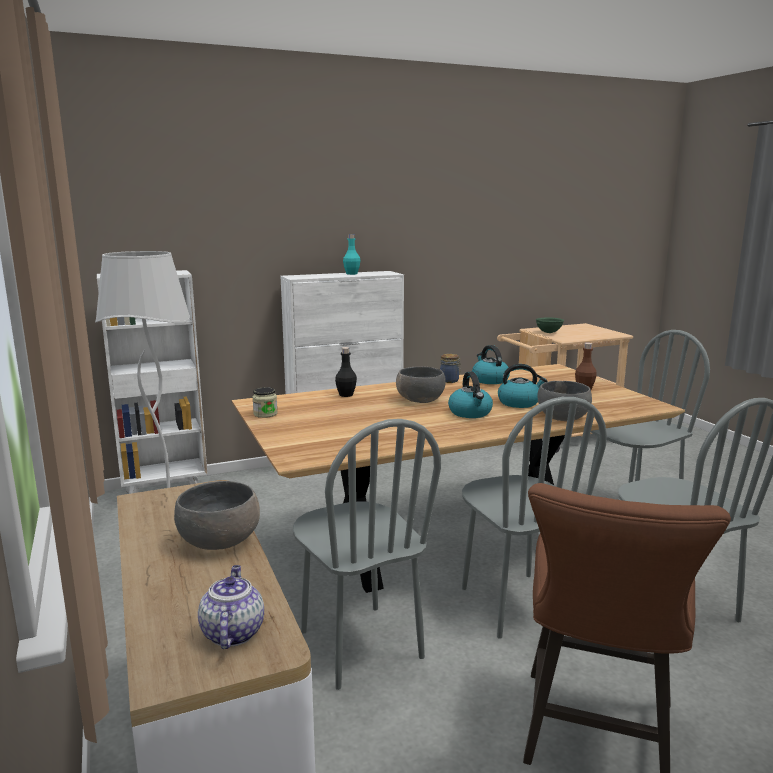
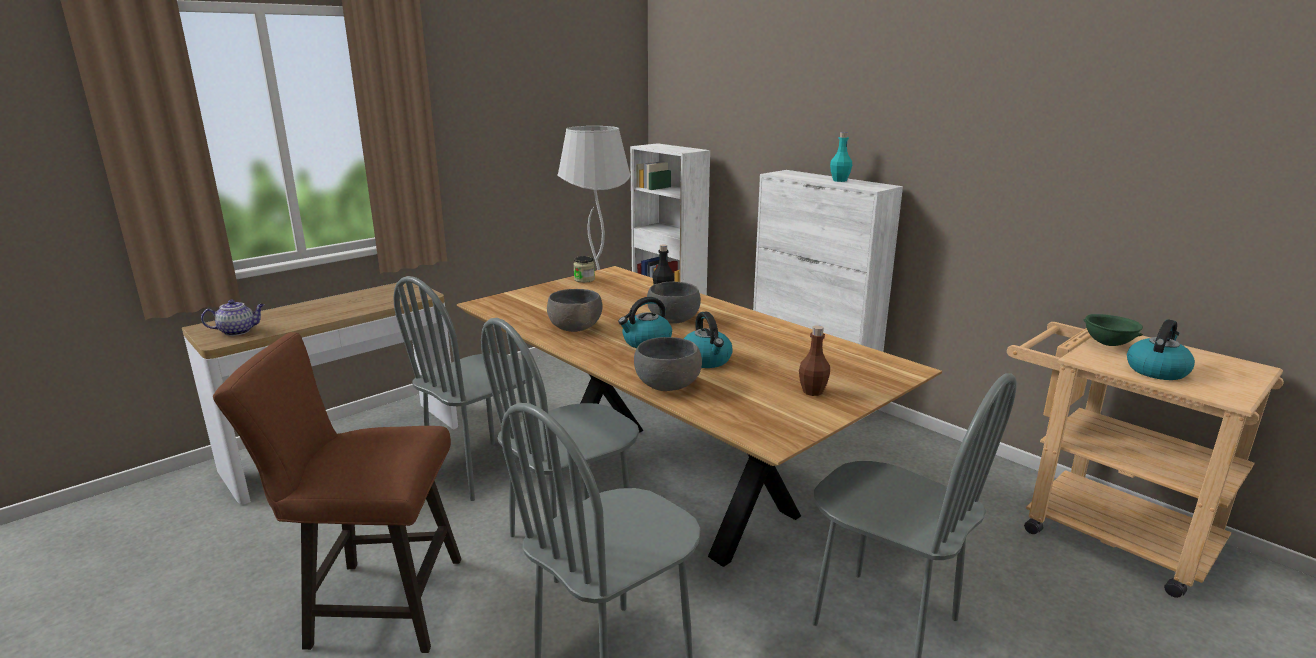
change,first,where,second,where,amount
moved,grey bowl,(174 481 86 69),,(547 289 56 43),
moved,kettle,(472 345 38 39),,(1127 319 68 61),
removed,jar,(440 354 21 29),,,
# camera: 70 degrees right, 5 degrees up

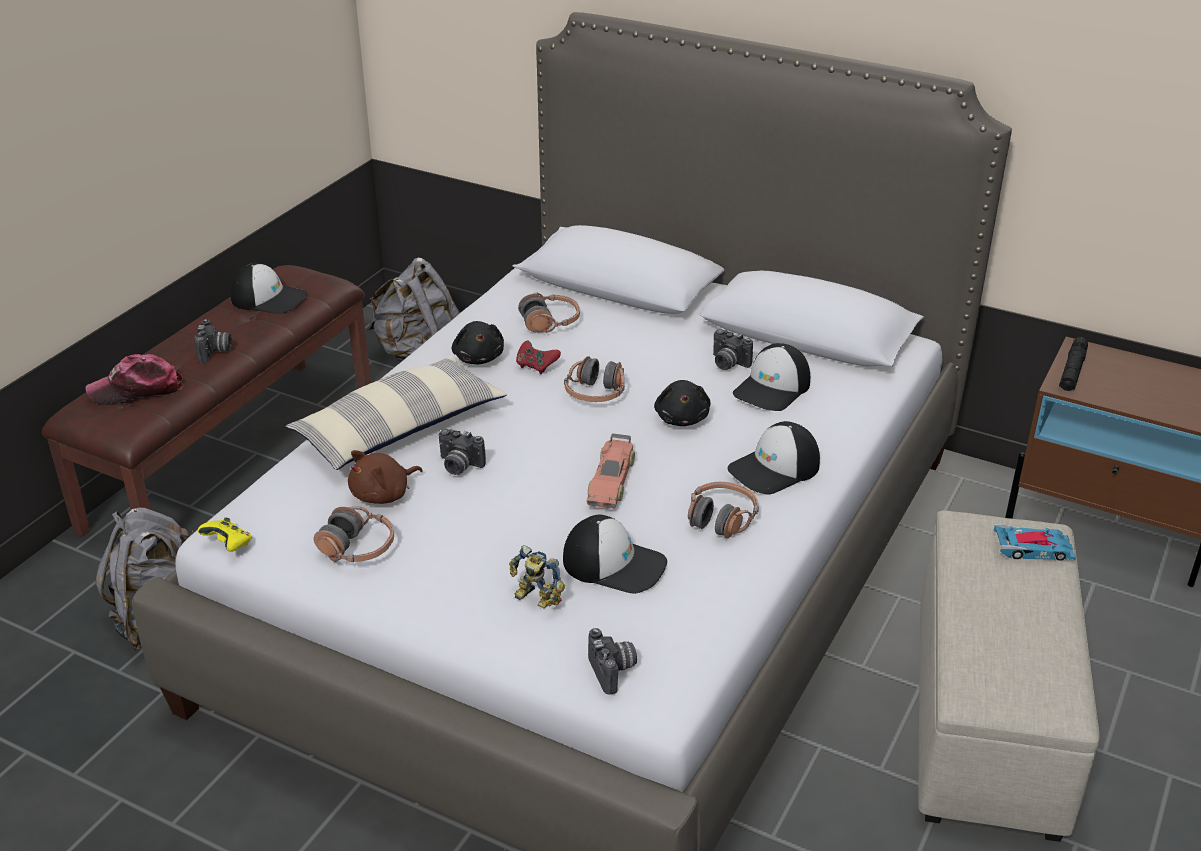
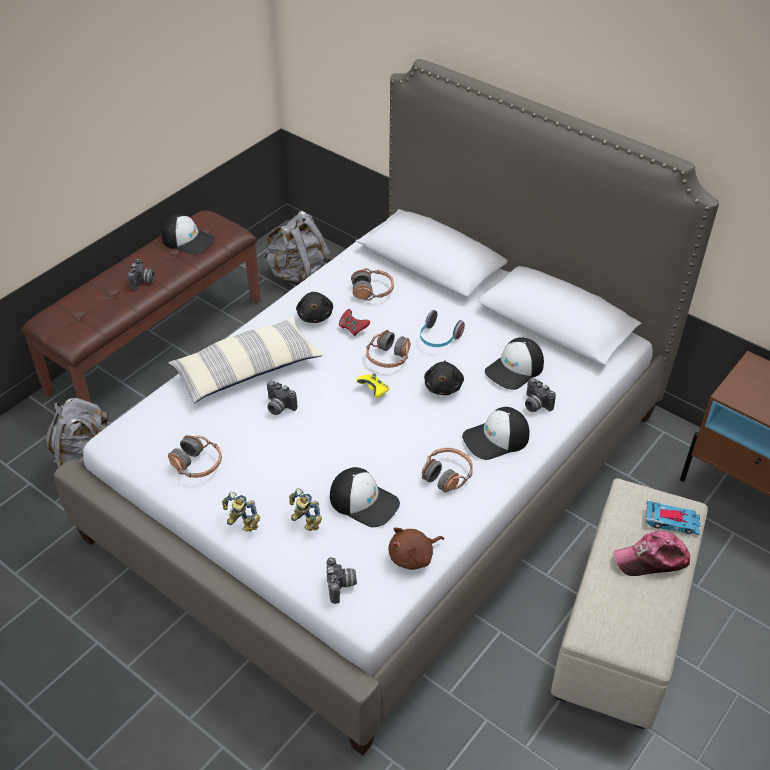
change,first,where,second,where,amount
added,,,toy robot,(222 491 38 41),
moved,yellow game controller,(197 517 55 35),,(356 373 33 25),
moved,brown plush toy,(348 450 75 54),,(388 527 56 43),
added,,,headphones,(420 310 45 37),
moved,photo camera,(713 329 40 41),,(525 378 31 34),
moved,cap,(86 354 98 51),,(613 531 77 45),
removed,toy car,(587 433 48 76),,,
removed,black flashlight,(1059 337 29 54),,,
# camera: 10 degrees right, 10 degrees up

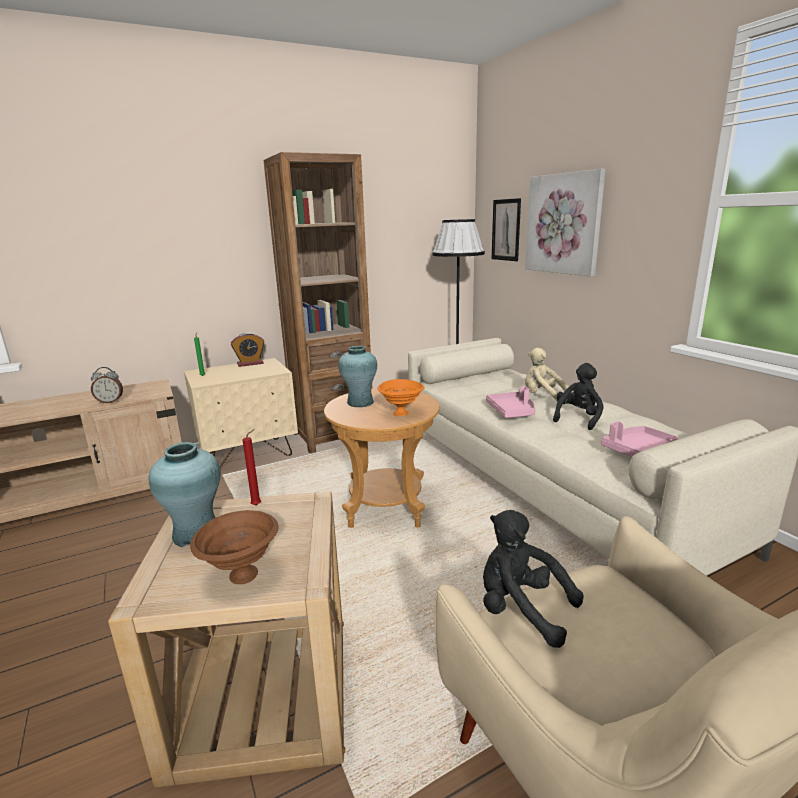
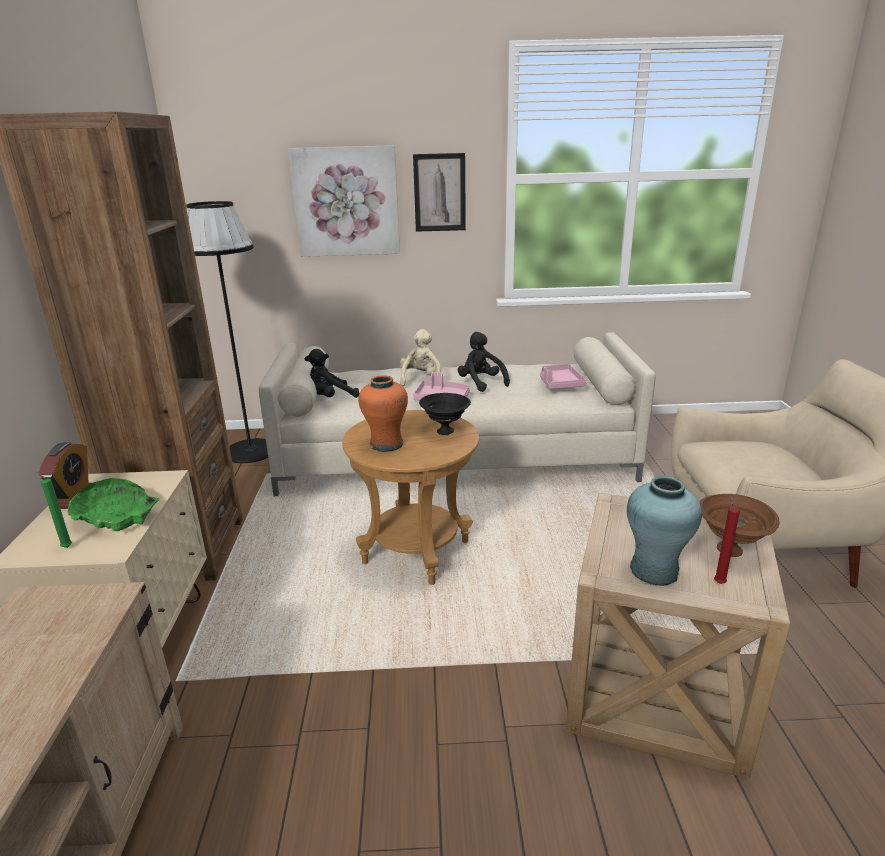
change,first,where,second,where,amount
added,,,green bowl,(67 478 93 53),
moved,black plush toy,(483 510 101 138),,(305 349 54 49),
recoloured,turquoise vase,(338 346 39 61),orange vase,(359 376 49 76),
turned,beige plush toy,(525 348 44 54),,(400 329 41 57),135 degrees clockwise
moved,picture,(492 198 29 63),,(413 153 53 79),
recoloured,orange bowl,(378 379 47 37),black bowl,(419 393 52 42),
moved,red candle,(243 429 18 77),,(714 495 26 89),
removed,alarm clock,(91 367 32 37),,,
# camera: 65 degrees left, 5 degrees up

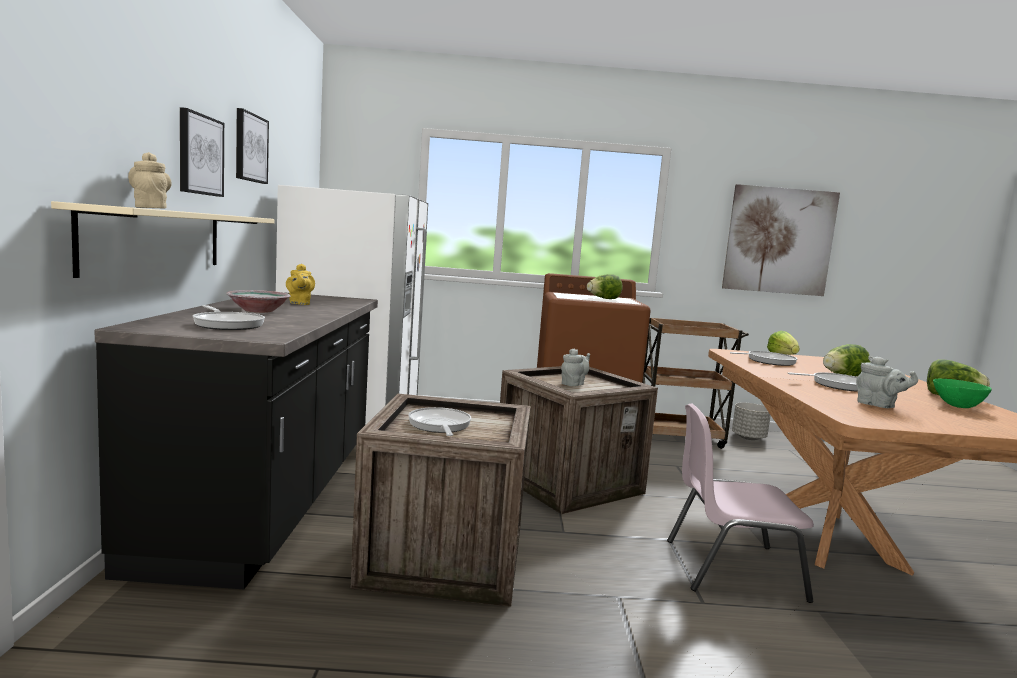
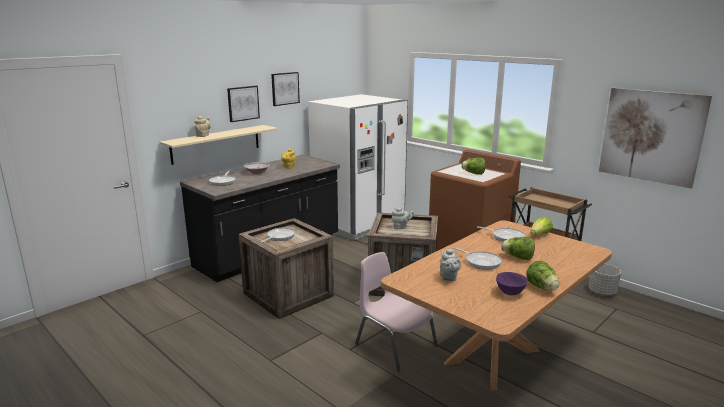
change,first,where,second,where,amount
recoloured,green bowl,(933 379 59 29),purple bowl,(496 272 32 23),
# camera: 45 degrees right, 10 degrees up

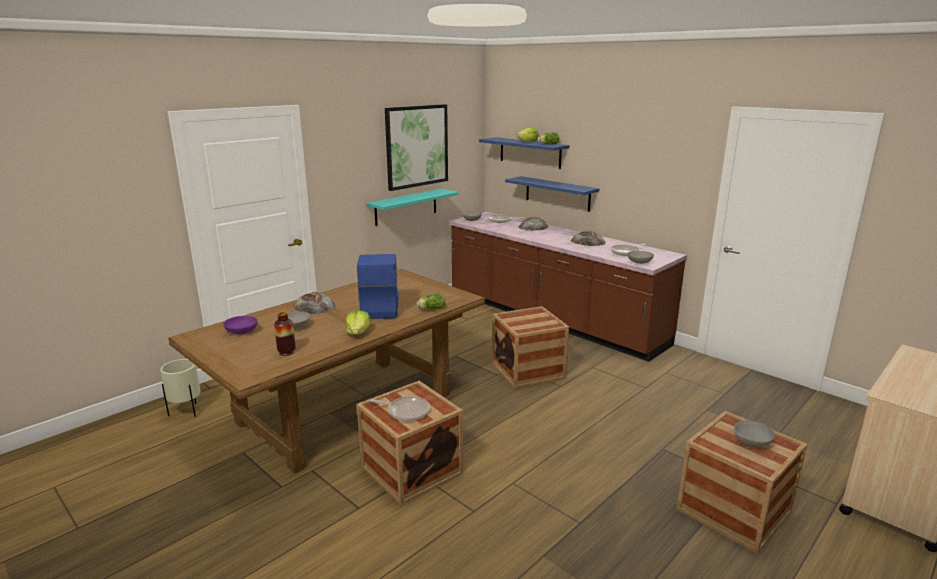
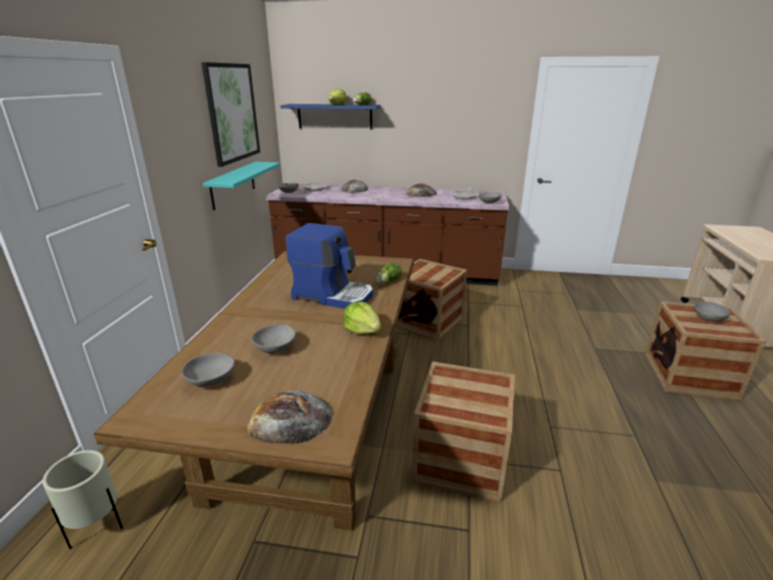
change,first,where,second,where,amount
recoloured,purple bowl,(223 316 35 18),grey bowl,(182 353 53 34),
moved,bread,(293 292 43 22),,(247 391 85 53),
turned,coffee machine,(357 254 42 65),,(285 223 88 86),150 degrees clockwise
removed,vase,(274 312 22 44),,,
removed,frying pan,(369 396 61 25),,,
removed,blue shelf,(505 176 94 36),,,
# camera: 35 degrees left, 5 degrees up

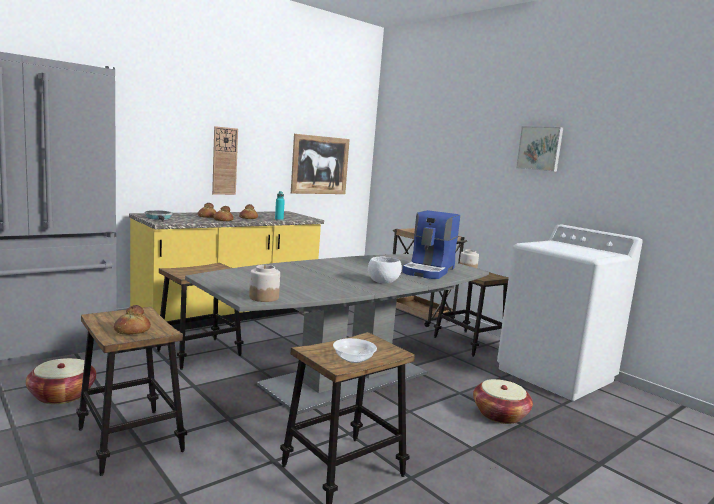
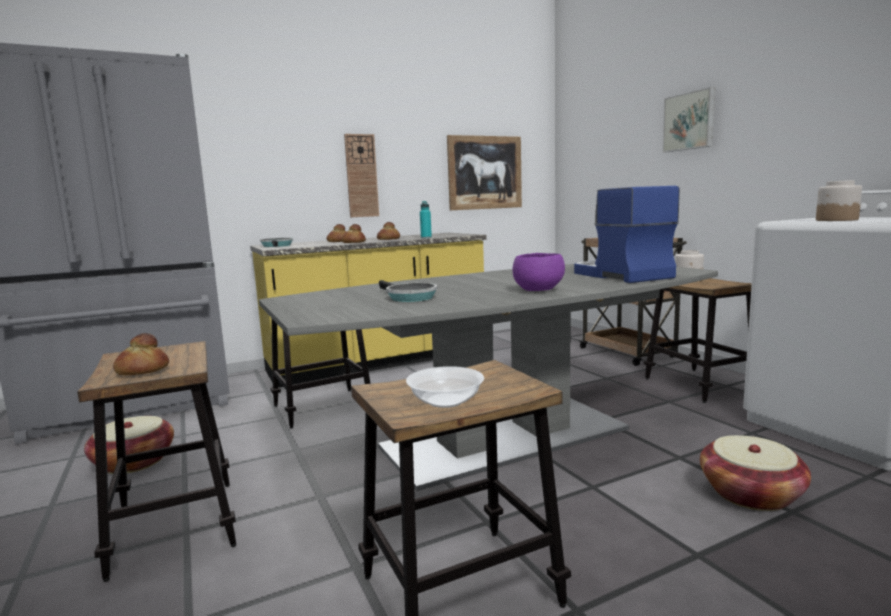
change,first,where,second,where,amount
added,,,frying pan,(379 280 58 22),
recoloured,white bowl,(368 256 34 27),purple bowl,(512 253 53 38),
turned,coffee machine,(402 210 58 69),,(574 186 106 97),120 degrees clockwise
moved,picture,(516 126 47 46),,(663 87 52 65),
moved,jar,(249 265 31 37),,(816 180 46 41),
# camera: 15 degrees right, 0 degrees up

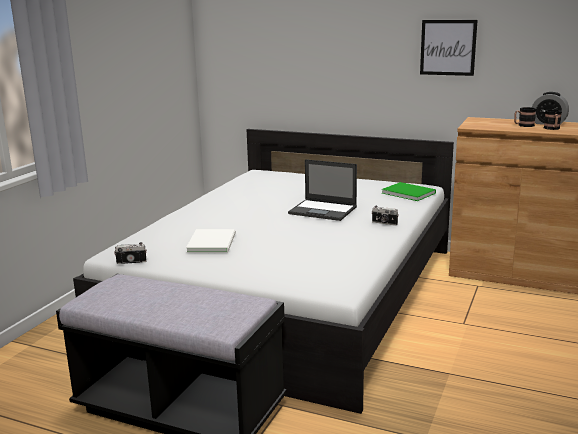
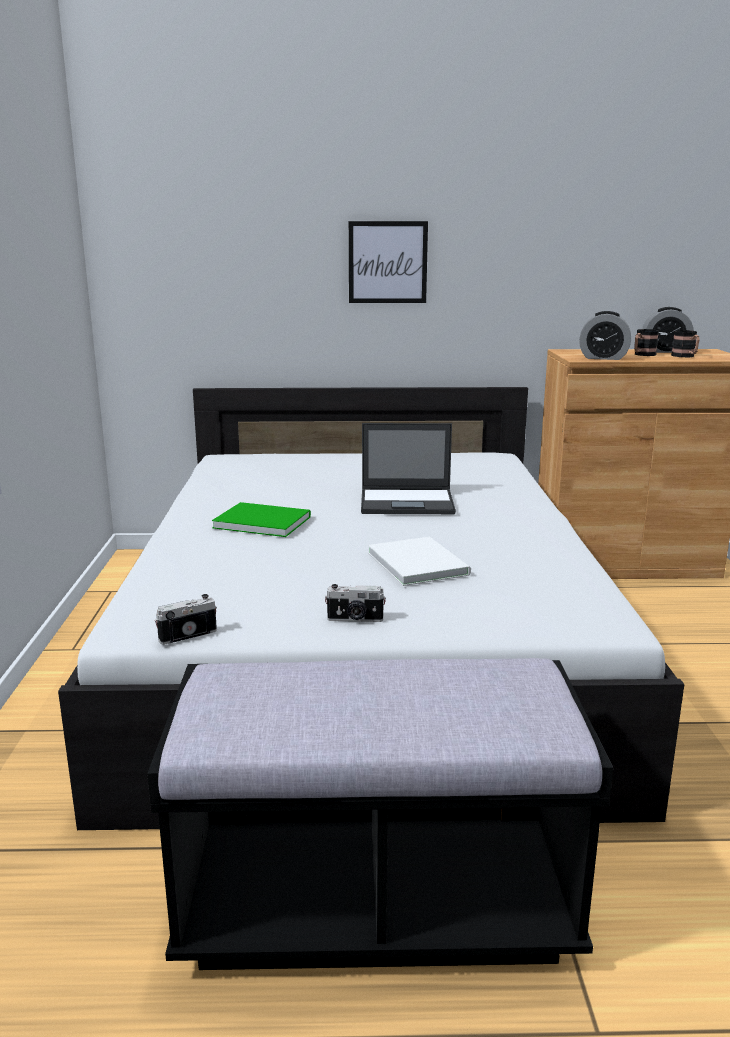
change,first,where,second,where,amount
moved,green book,(382 182 54 19),,(212 502 99 35),
moved,photo camera,(372 206 27 19),,(325 584 61 38),
moved,picture,(420 20 57 56),,(349 221 79 82),
moved,white book,(186 229 50 24),,(368 537 103 49),
added,,,alarm clock,(579 311 52 49),
# camera: 25 degrees left, 0 degrees up

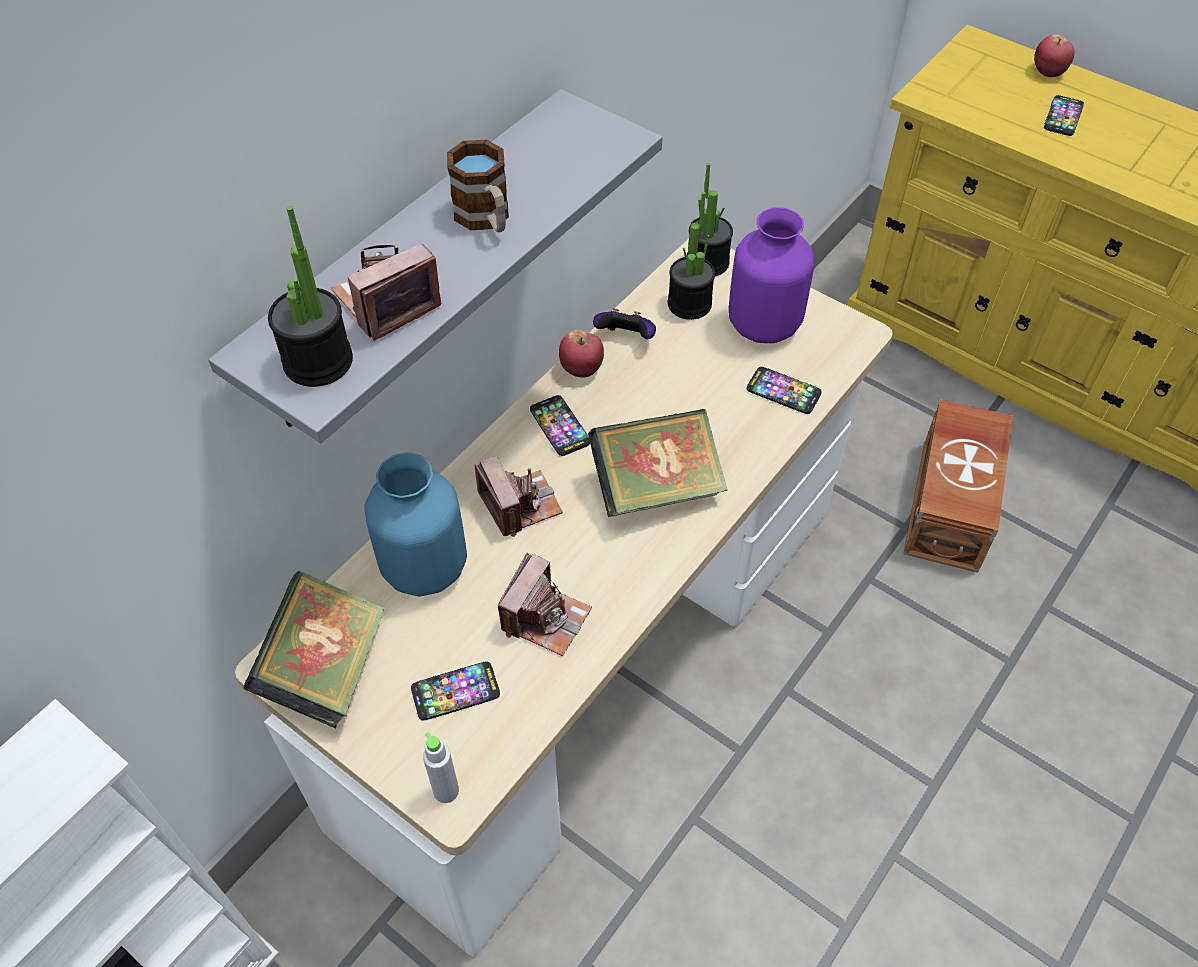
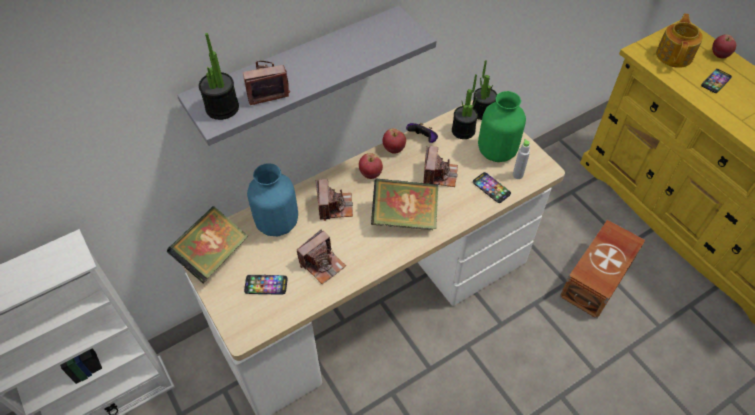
change,first,where,second,where,amount
replaced,phone,(530 395 60 61),apple,(359 153 24 26),
added,,,photo camera,(423 146 35 41),
recoloured,purple vase,(729 207 85 136),green vase,(478 91 48 71),
moved,grey bottle,(423 732 36 71),,(513 139 17 40),
added,,,teapot,(656 13 47 55),
removed,mug,(447 140 62 92),,,
# camera: 20 degrees right, 0 degrees up

